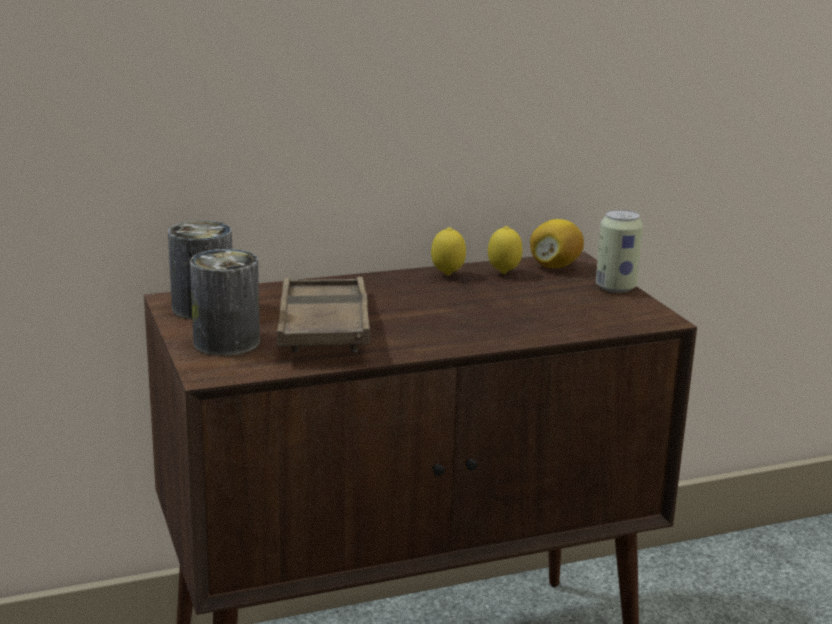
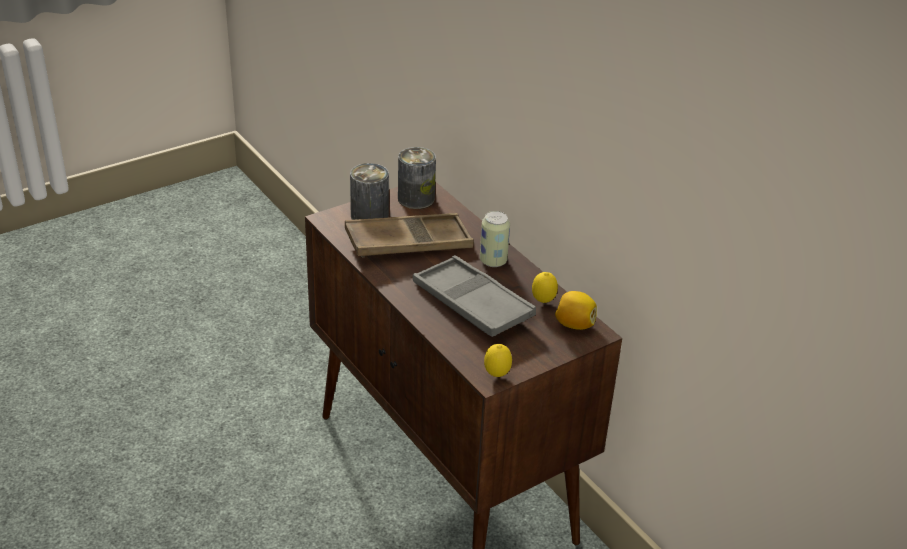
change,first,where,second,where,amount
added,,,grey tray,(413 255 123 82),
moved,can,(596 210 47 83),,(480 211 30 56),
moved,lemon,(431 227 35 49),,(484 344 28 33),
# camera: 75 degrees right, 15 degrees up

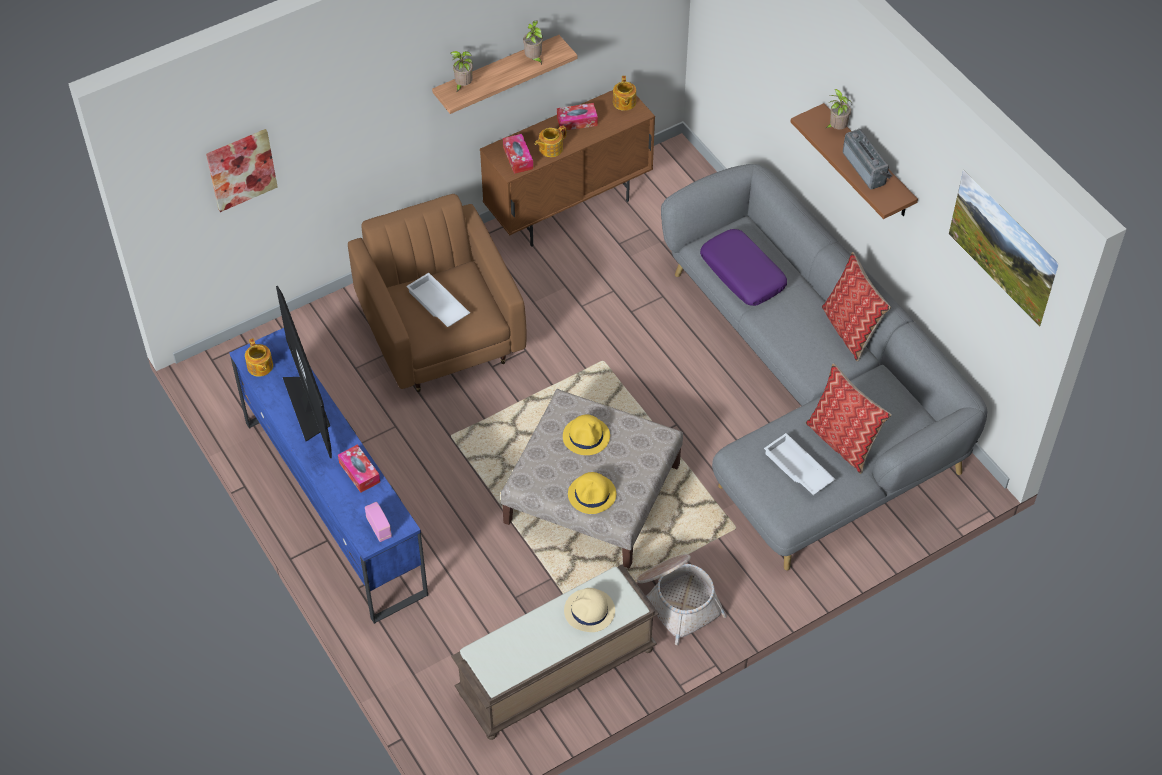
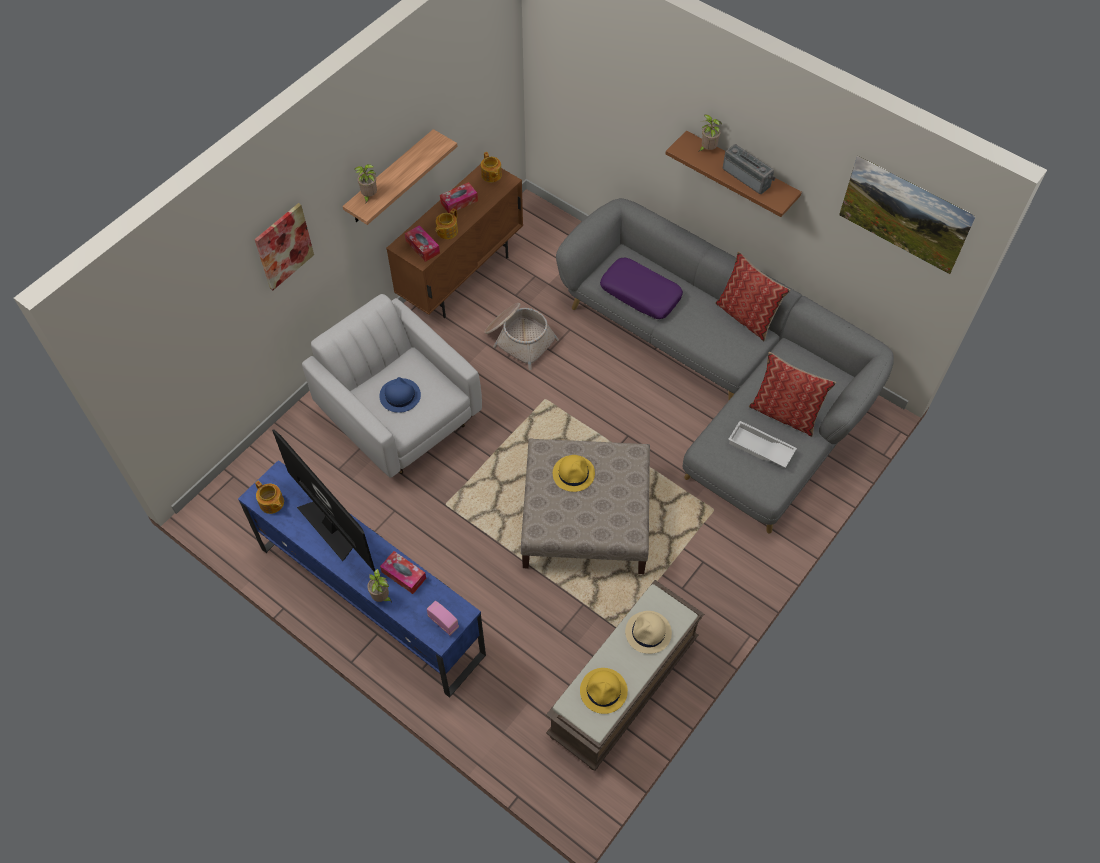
change,first,where,second,where,amount
moved,picture,(206 129 72 83),,(254 203 60 87),
recoloured,brown armchair,(348 194 179 198),white armchair,(302 294 180 184),
moved,potted plant,(523 21 20 44),,(367 569 25 33),
replaced,white tray,(406 273 64 54),blue hat,(380 377 41 36),
moved,basket,(637 554 90 91),,(485 303 74 67),
moved,yellow hat,(568 472 48 42),,(580 668 48 46),
# camera: 20 degrees left, 5 degrees up

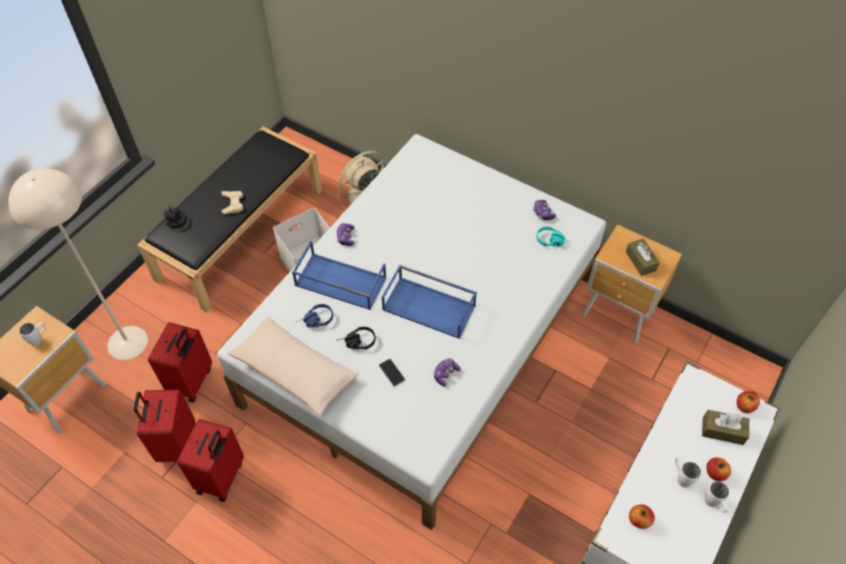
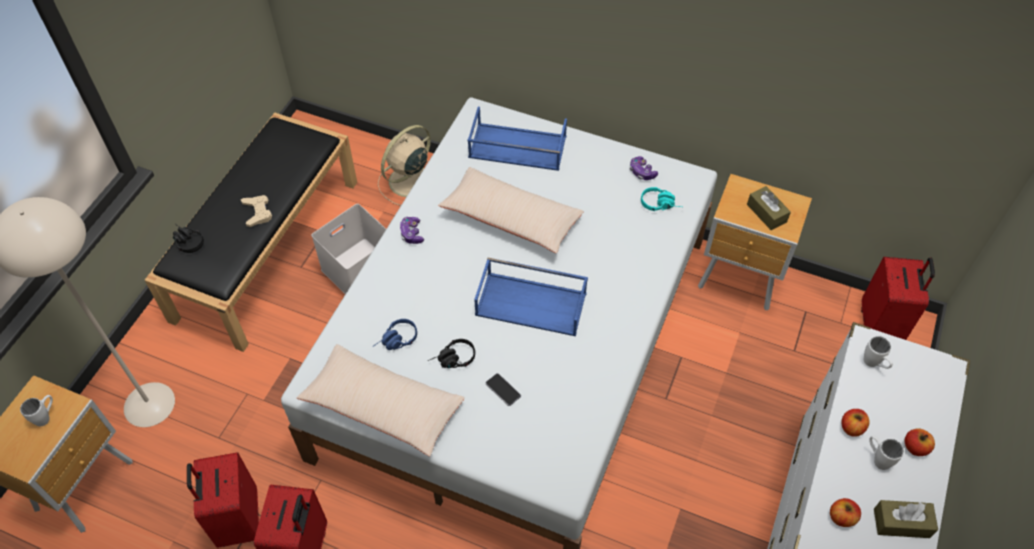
change,first,where,second,where,amount
added,,,beige pillow,(438 167 146 86),
moved,blue tray,(292 241 95 69),,(467 107 100 64),
moved,apple,(737 391 23 22),,(841 409 29 28),
moved,red suitcase,(148 322 64 81),,(861 257 74 83),
moved,white mug,(704 481 25 32),,(864 336 29 33),
moved,brown tissue box,(702 410 47 35),,(874 500 64 38),
removed,game controller,(434 359 27 27),,,
# camera: 10 degrees left, 0 degrees up

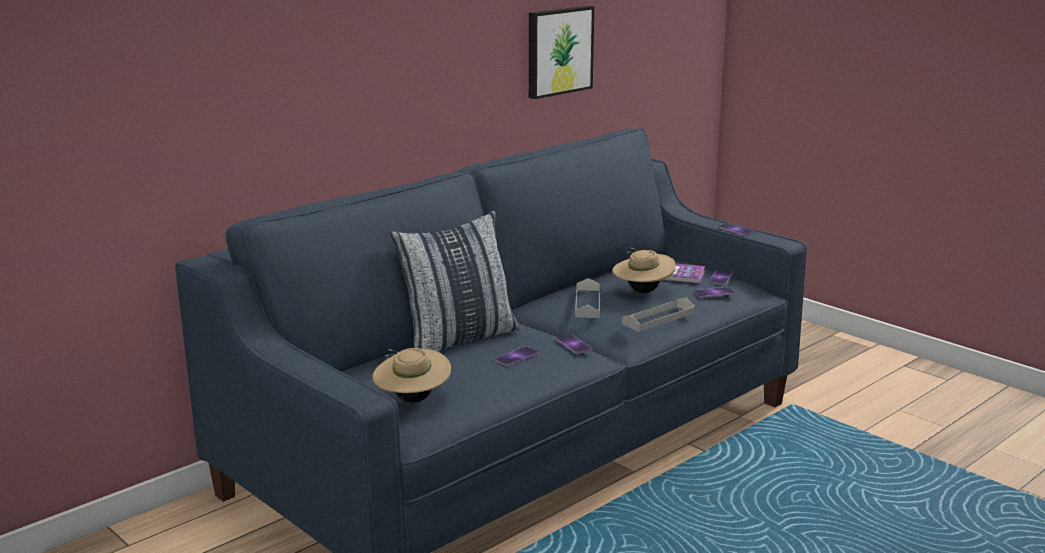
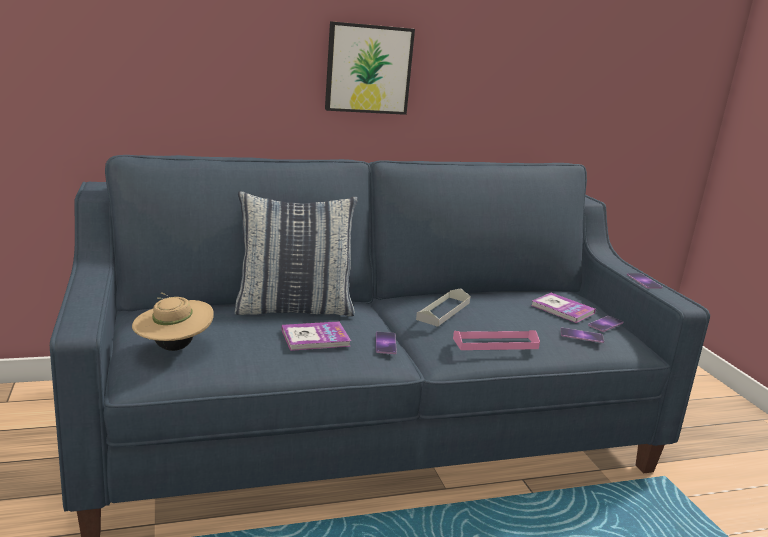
change,first,where,second,where,amount
replaced,phone,(494 346 45 20),book,(281 322 70 29),
moved,picture,(529 6 65 93),,(325 21 90 94),
recoloured,grey tray,(622 297 73 35),pink tray,(453 330 87 20),
removed,beige hat,(612 247 64 46),,,
# camera: 25 degrees right, 0 degrees up

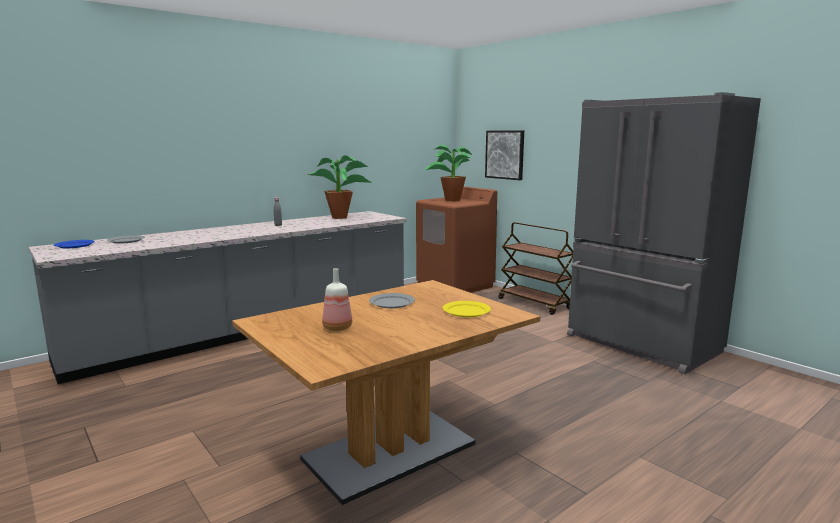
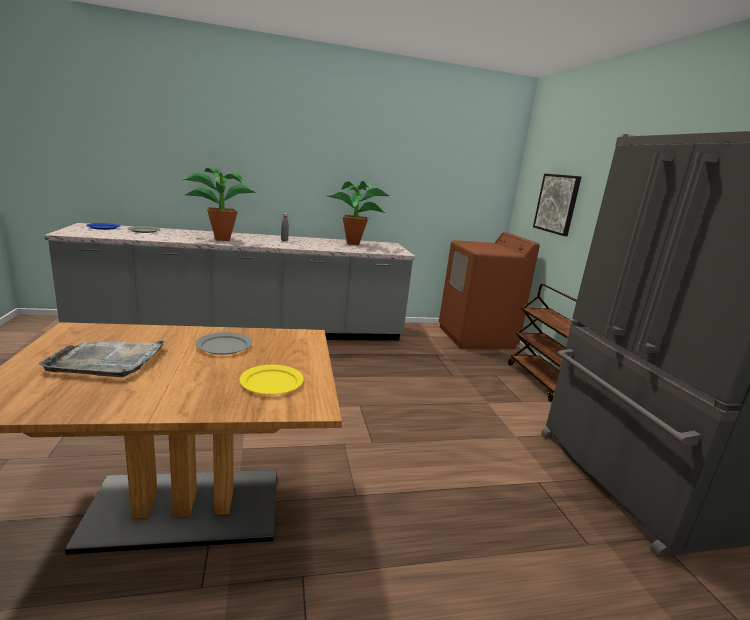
change,first,where,second,where,amount
replaced,bottle,(322 268 30 63),grey tray,(39 340 128 37),
moved,potted plant,(424 145 48 57),,(183 167 73 74),
# camera: 25 degrees right, 5 degrees up

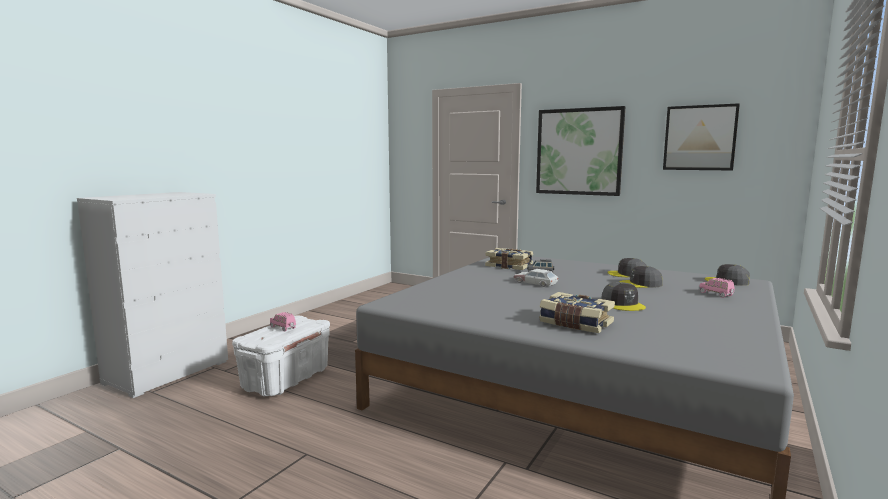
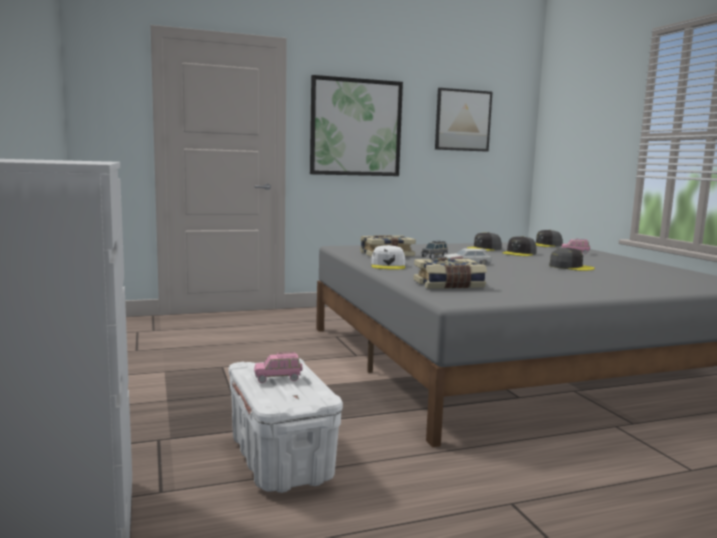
change,first,where,second,where,amount
added,,,white cap,(371 245 34 24),
moved,book,(539 292 76 41),,(414 258 73 31),
# camera: 50 degrees left, 0 degrees up

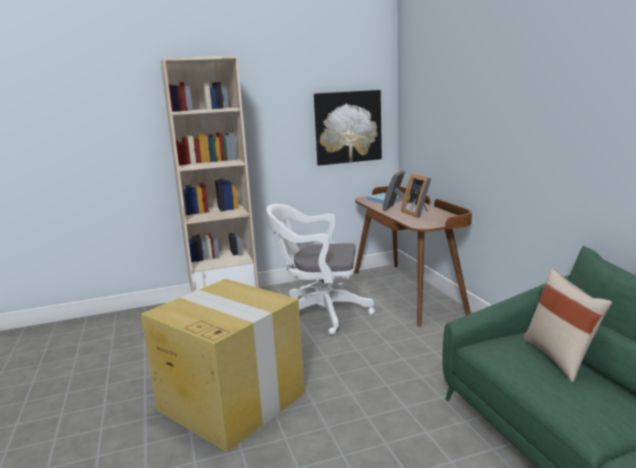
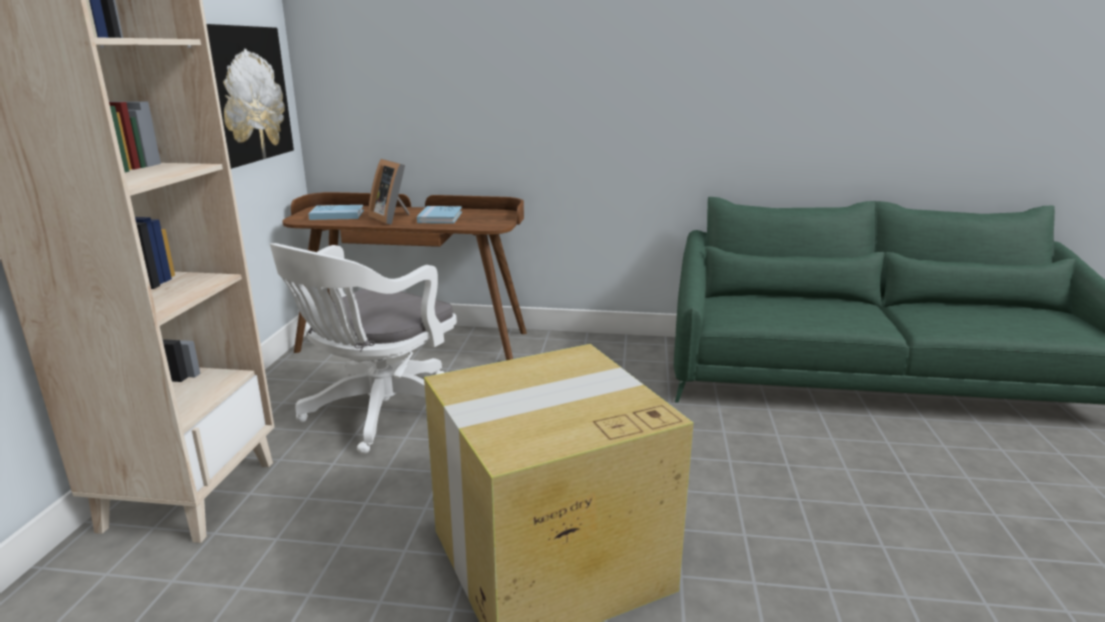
change,first,where,second,where,amount
replaced,picture frame,(401 174 30 44),blue book,(417 206 45 18),
removed,beige pillow,(523 269 89 113),,,
# camera: 65 degrees left, 5 degrees up

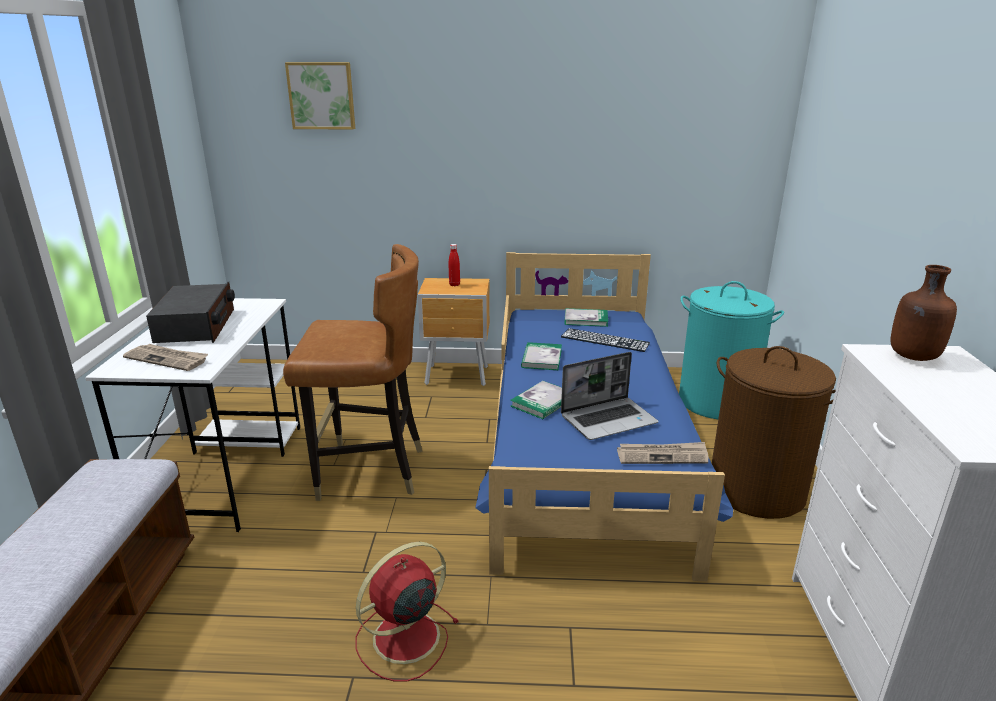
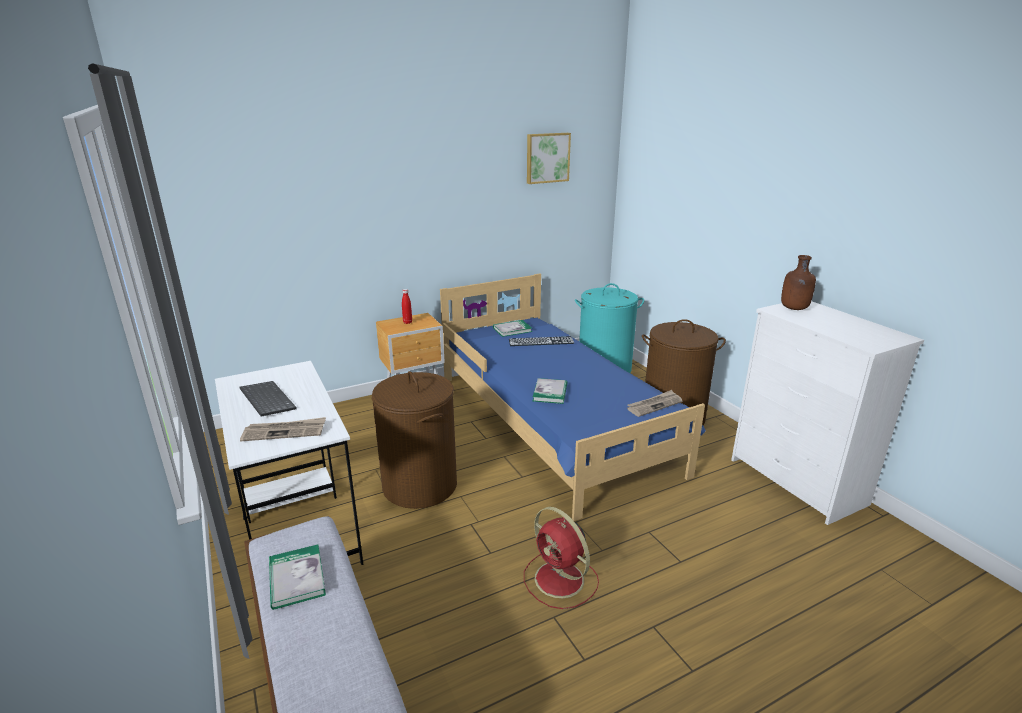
change,first,where,second,where,amount
replaced,radio,(146 282 89 61),keyboard,(240 381 56 36),
moved,book,(521 342 41 28),,(269 544 57 66),
replaced,brown chair,(283 244 139 257),brown laundry basket,(372 371 85 138),
turned,red fan,(356 542 103 140),,(524 507 75 102),60 degrees counterclockwise
moved,picture,(285 62 70 68),,(527 133 44 51),
removed,laptop,(561 352 97 88),,,
# camera: 30 degrees left, 0 degrees up

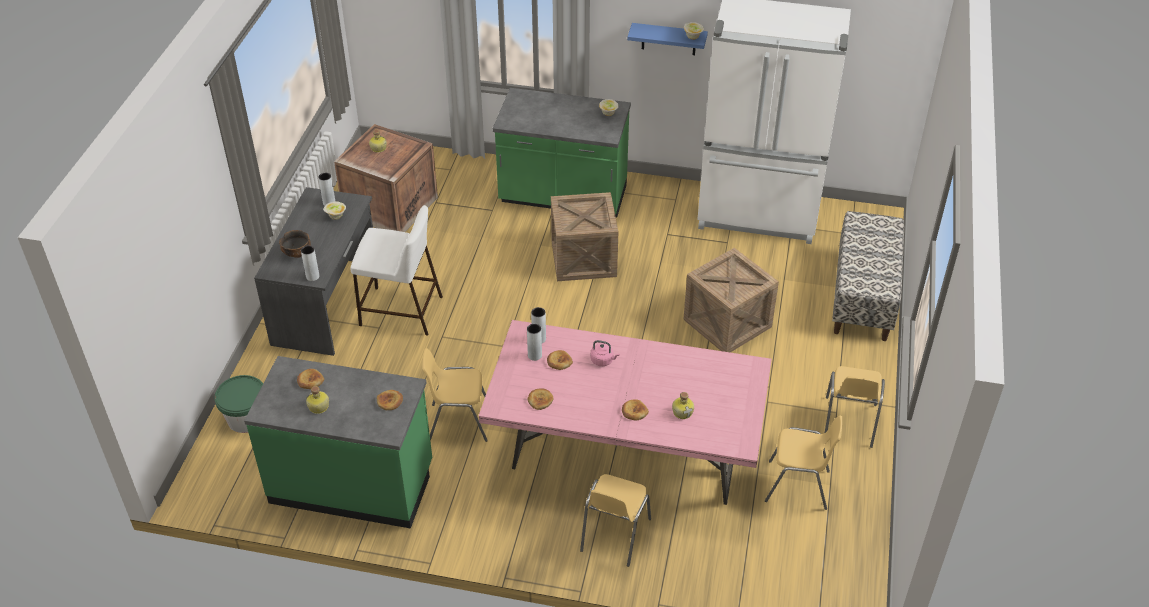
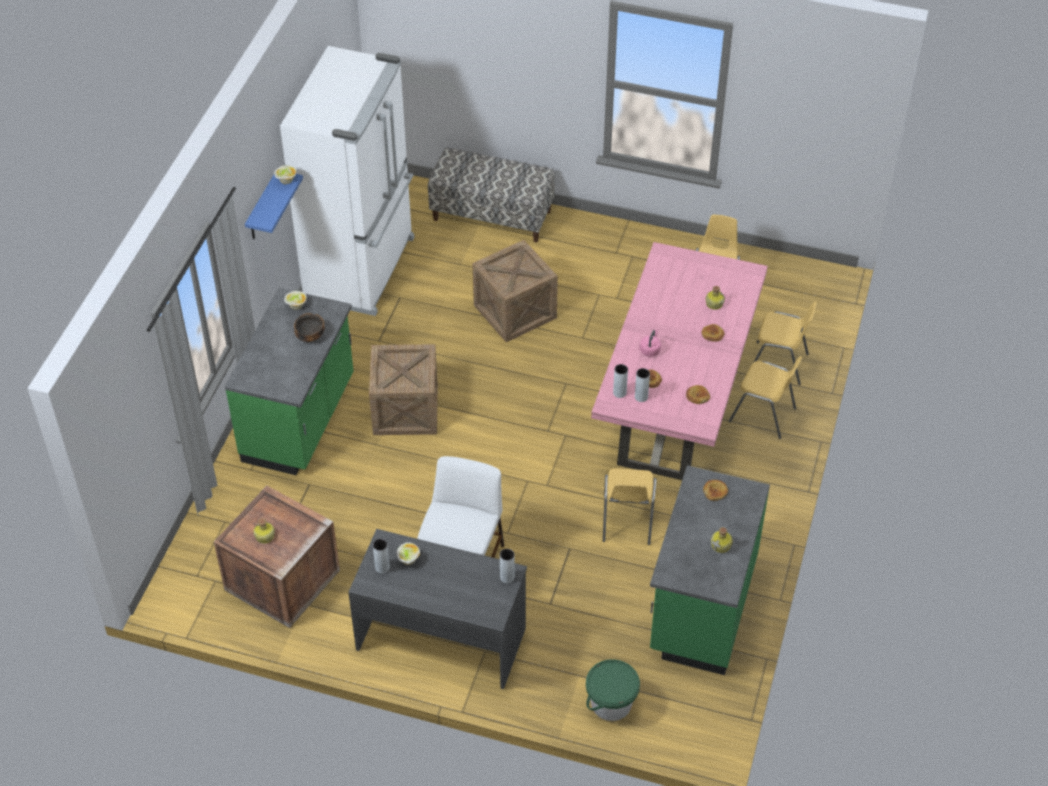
change,first,where,second,where,amount
moved,bowl,(279 230 32 28),,(294 313 31 29),
moved,yellow chair,(825 366 60 82),,(753 302 64 83),
removed,bread,(297 369 27 20),,,
# camera: 85 degrees left, 5 degrees up

